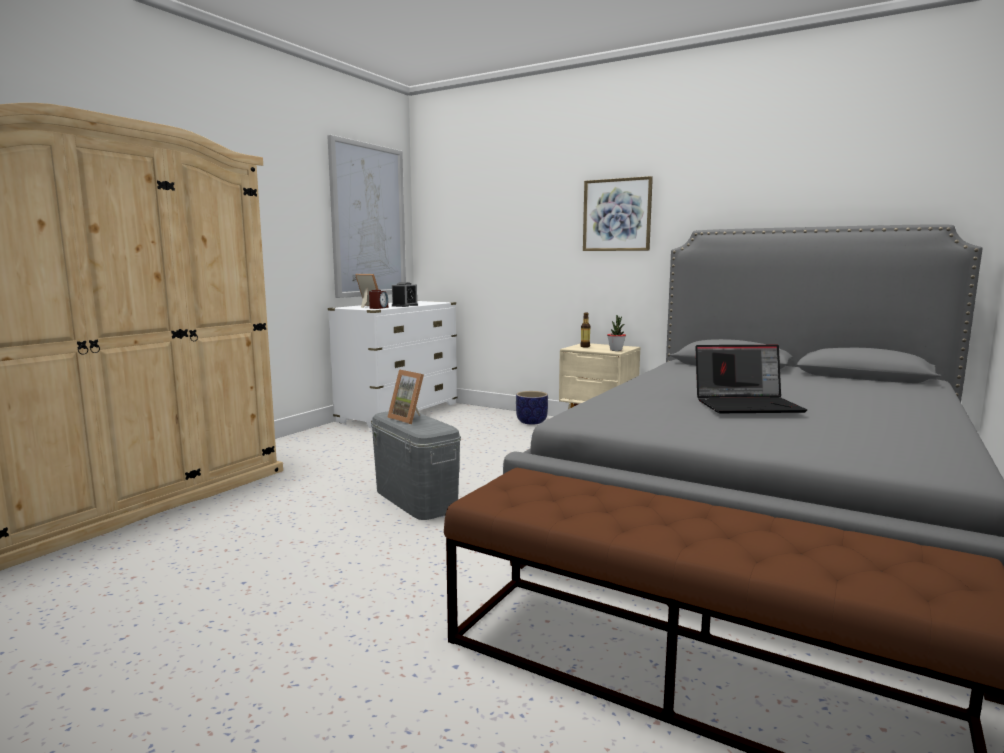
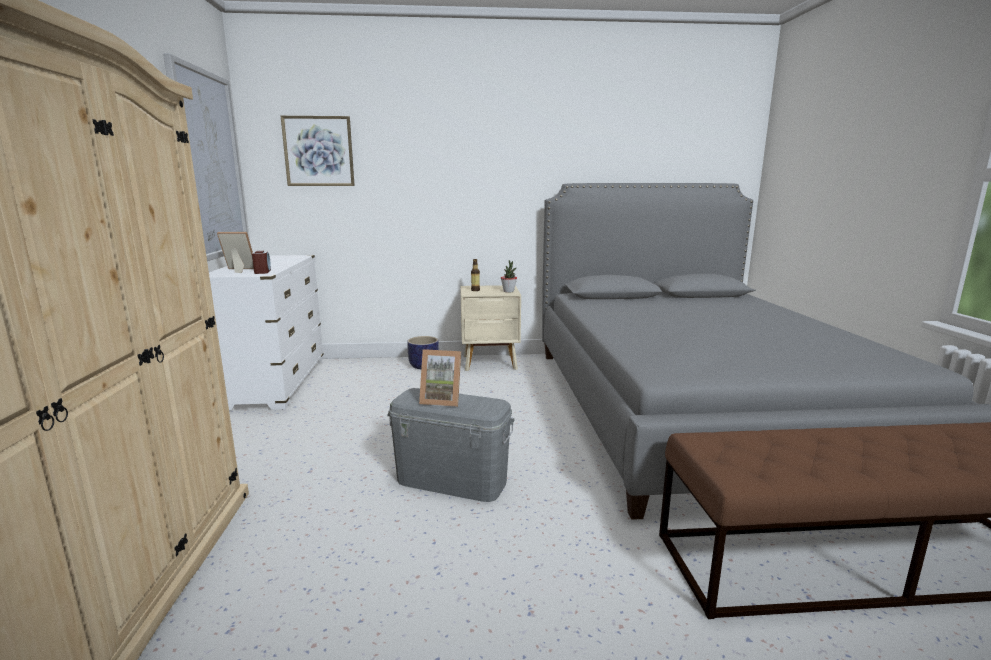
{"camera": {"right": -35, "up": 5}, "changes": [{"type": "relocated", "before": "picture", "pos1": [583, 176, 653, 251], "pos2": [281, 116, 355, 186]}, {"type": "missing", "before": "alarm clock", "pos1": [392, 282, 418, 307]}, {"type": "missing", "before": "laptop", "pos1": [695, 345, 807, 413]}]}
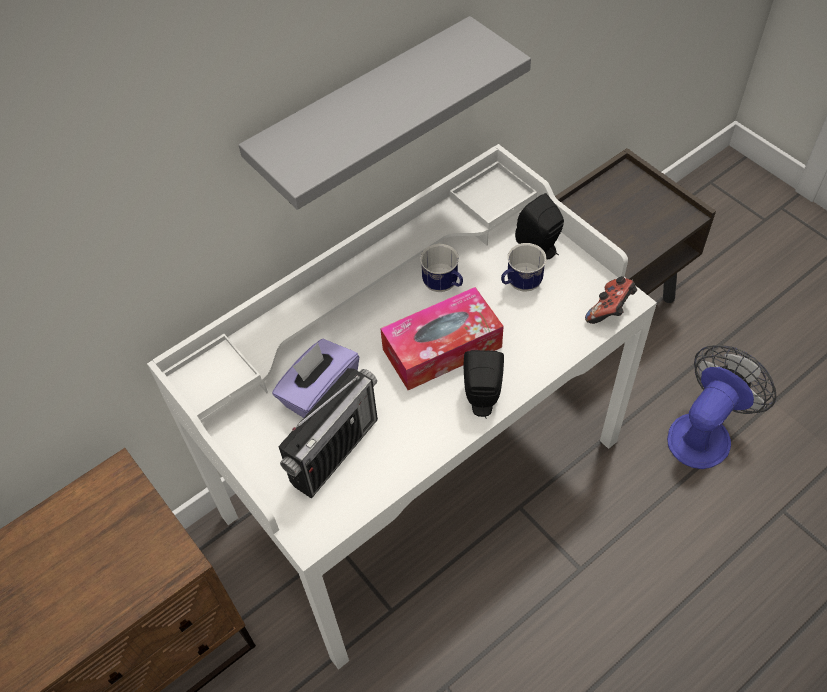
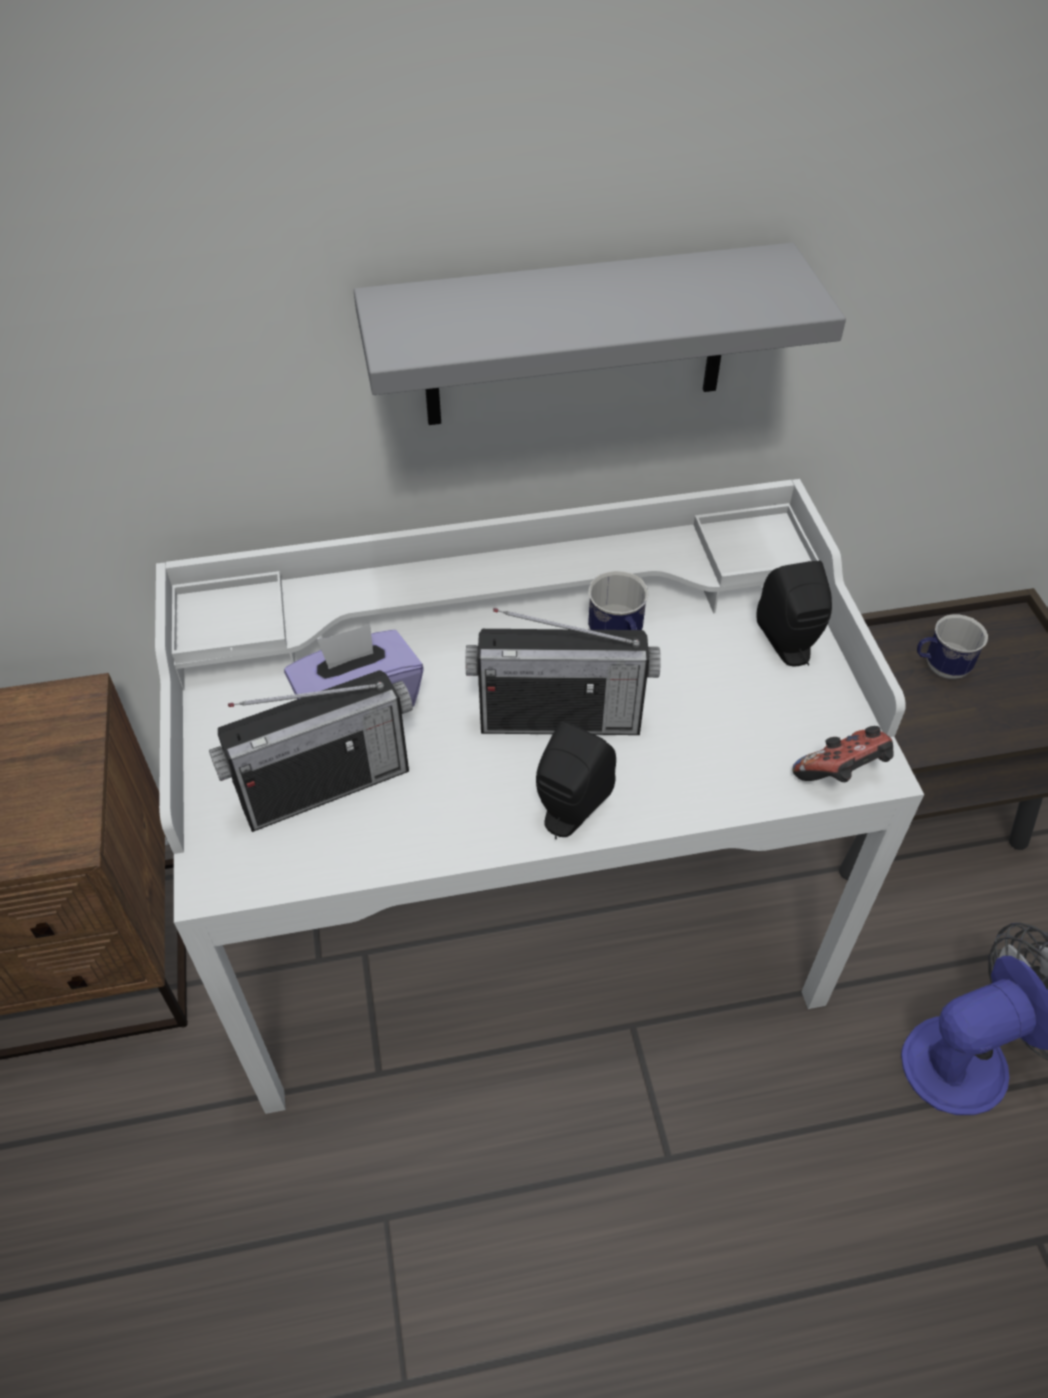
{"camera": {"right": 25, "up": -5}, "changes": [{"type": "exchanged", "before": "tissue box", "after": "radio", "pos1": [380, 287, 504, 390], "pos2": [465, 608, 661, 735]}, {"type": "relocated", "before": "mug", "pos1": [501, 243, 546, 292], "pos2": [917, 614, 988, 679]}]}
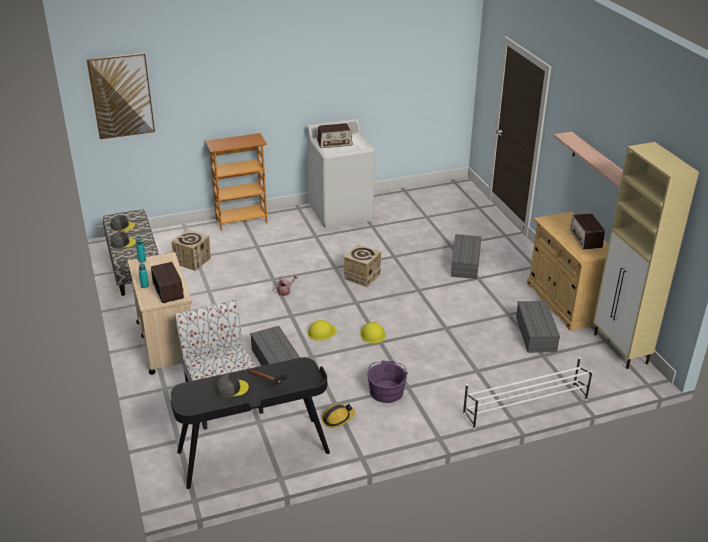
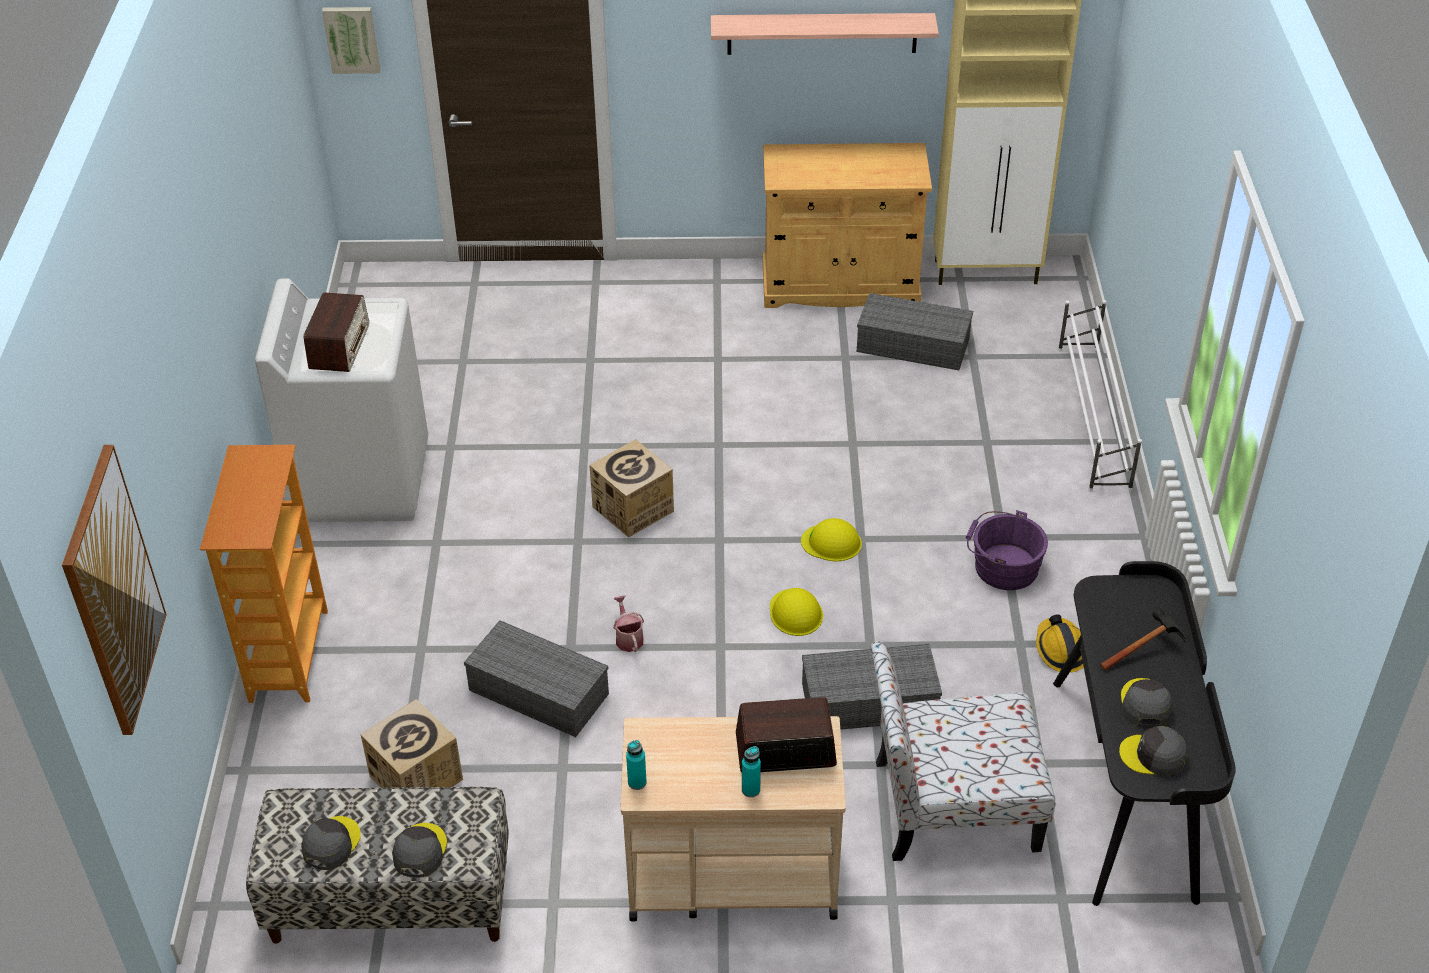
{"camera": {"right": -70, "up": 10}, "changes": [{"type": "appeared", "after": "picture", "pos2": [322, 7, 380, 74]}, {"type": "relocated", "before": "grey storage box", "pos1": [451, 234, 481, 279], "pos2": [464, 620, 609, 737]}, {"type": "appeared", "after": "grey cap", "pos2": [1119, 726, 1187, 776]}, {"type": "missing", "before": "radio", "pos1": [570, 214, 605, 249]}]}
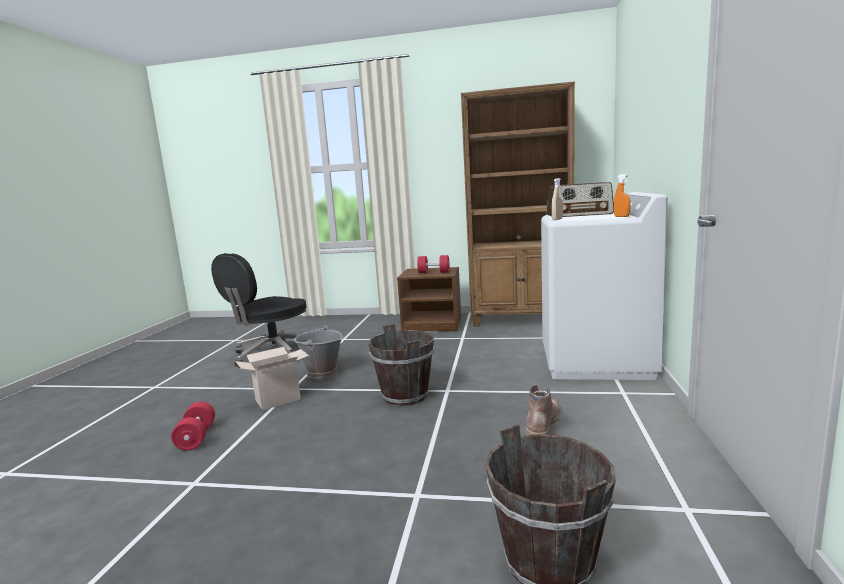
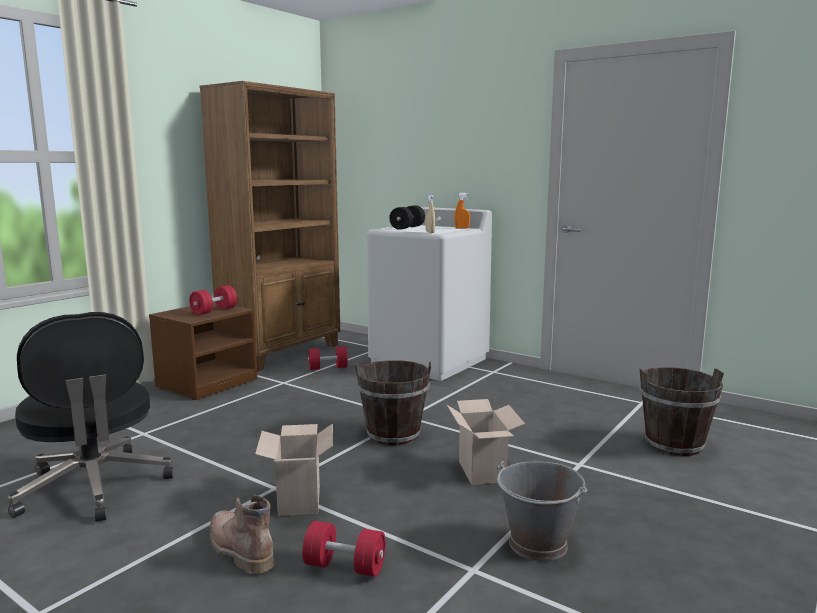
{"camera": {"right": -65, "up": 0}, "changes": [{"type": "relocated", "before": "brown boot", "pos1": [526, 384, 560, 435], "pos2": [209, 495, 274, 574]}, {"type": "appeared", "after": "red dumbbell", "pos2": [308, 347, 348, 370]}, {"type": "exchanged", "before": "radio", "after": "black dumbbell", "pos1": [547, 182, 614, 217], "pos2": [389, 205, 425, 230]}, {"type": "appeared", "after": "cardboard box", "pos2": [447, 399, 525, 485]}, {"type": "relocated", "before": "grey bucket", "pos1": [294, 325, 343, 379], "pos2": [497, 461, 587, 562]}]}
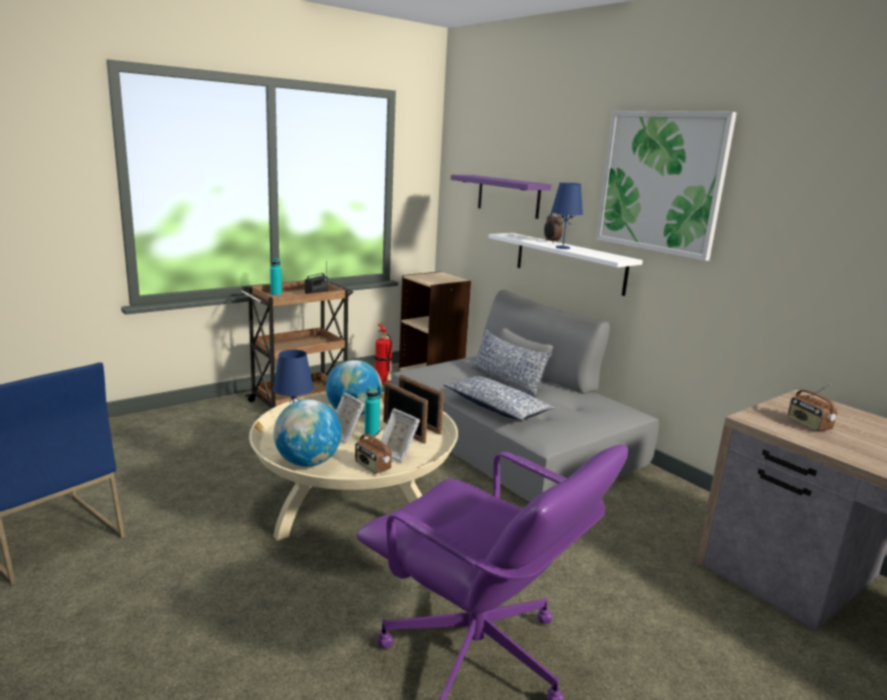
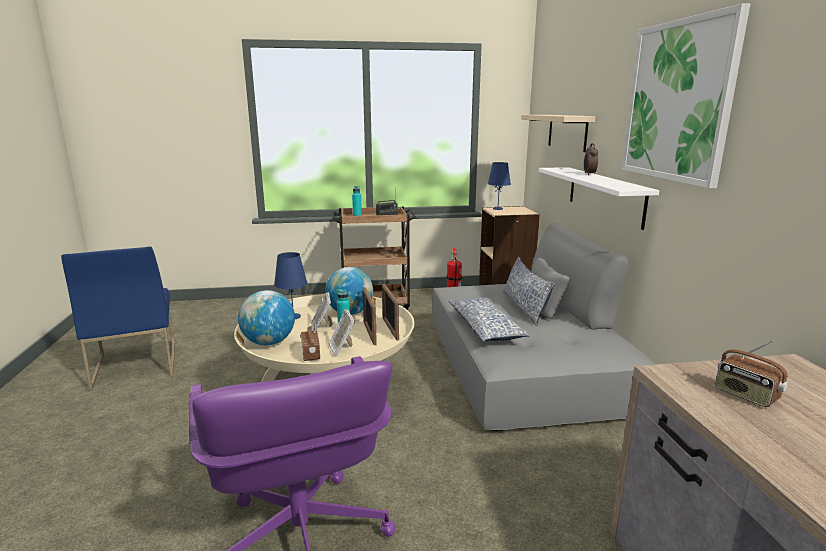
{"camera": {"right": 30, "up": 0}, "changes": [{"type": "relocated", "before": "blue table lamp", "pos1": [551, 183, 583, 249], "pos2": [488, 162, 511, 210]}, {"type": "colour", "before": "purple shelf", "after": "beige shelf", "pos1": [451, 175, 551, 219], "pos2": [521, 115, 595, 152]}, {"type": "spun", "before": "radio", "pos1": [788, 384, 837, 431], "pos2": [716, 341, 788, 407], "turn": -45}]}
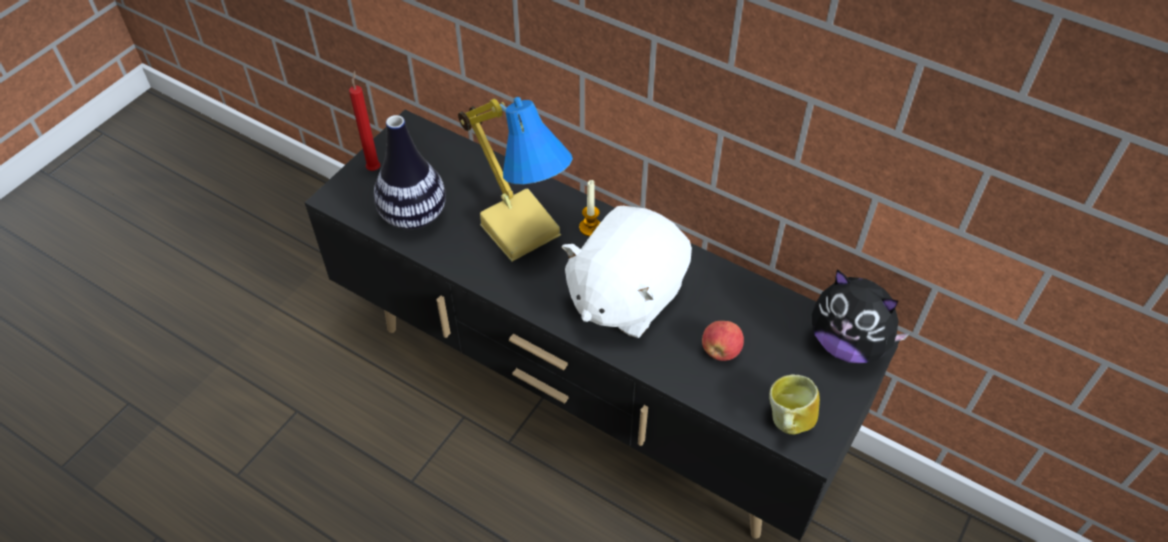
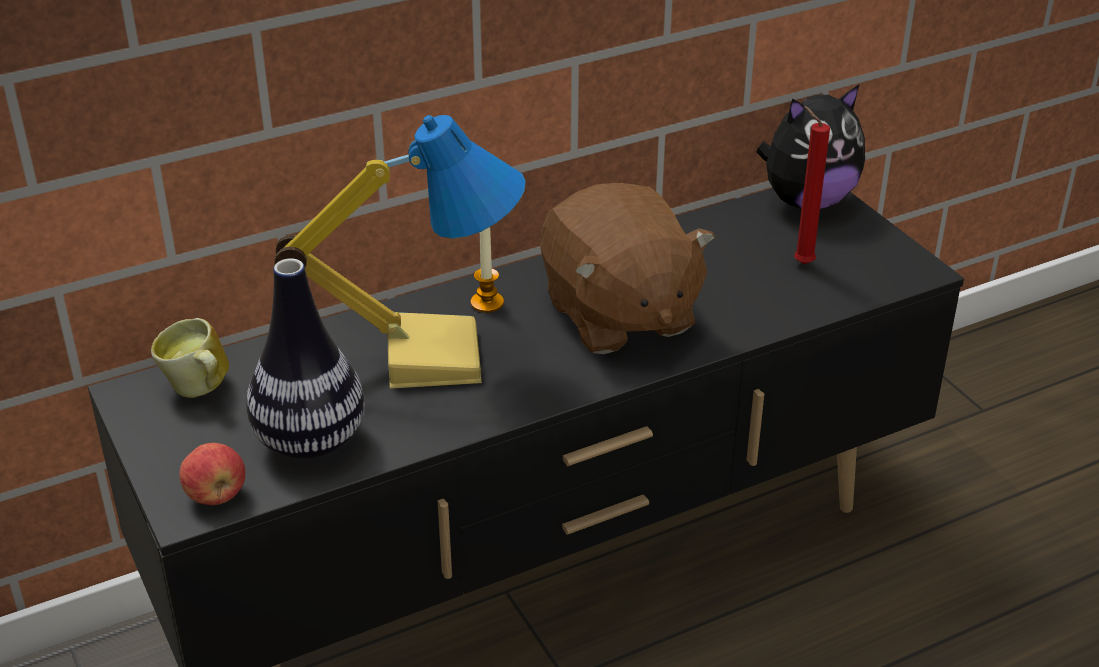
{"camera": {"right": -60, "up": -15}, "changes": [{"type": "relocated", "before": "mug", "pos1": [769, 374, 820, 434], "pos2": [151, 318, 229, 398]}, {"type": "relocated", "before": "apple", "pos1": [702, 321, 744, 361], "pos2": [179, 443, 245, 505]}, {"type": "colour", "before": "white plush toy", "after": "brown plush toy", "pos1": [562, 206, 692, 338], "pos2": [540, 183, 715, 354]}, {"type": "relocated", "before": "red candle", "pos1": [349, 71, 380, 171], "pos2": [794, 106, 830, 264]}]}
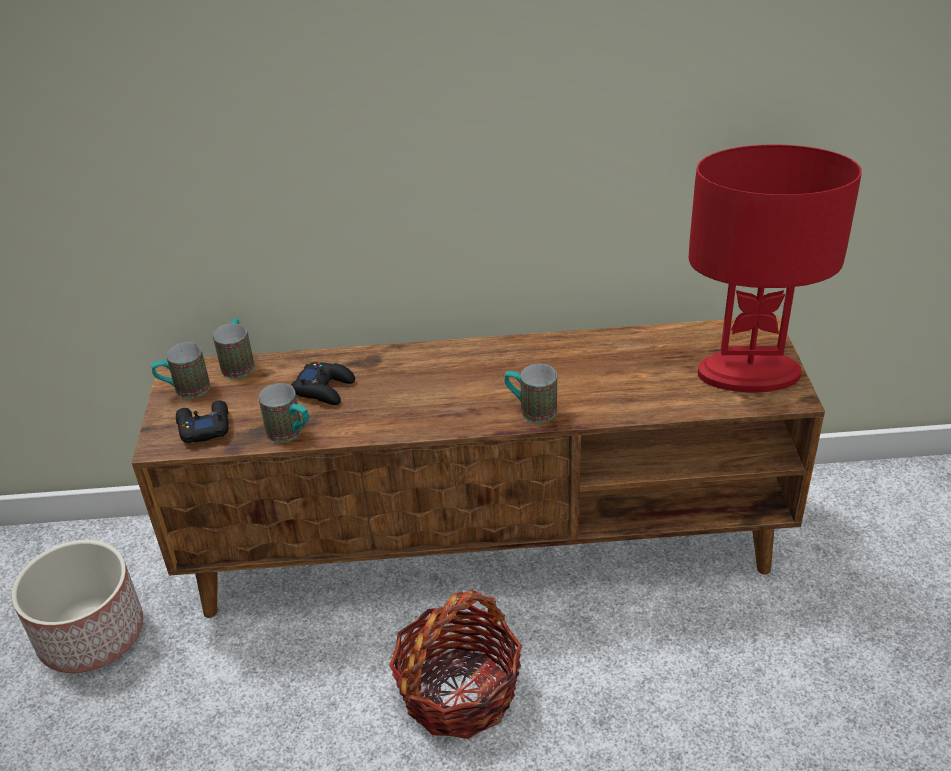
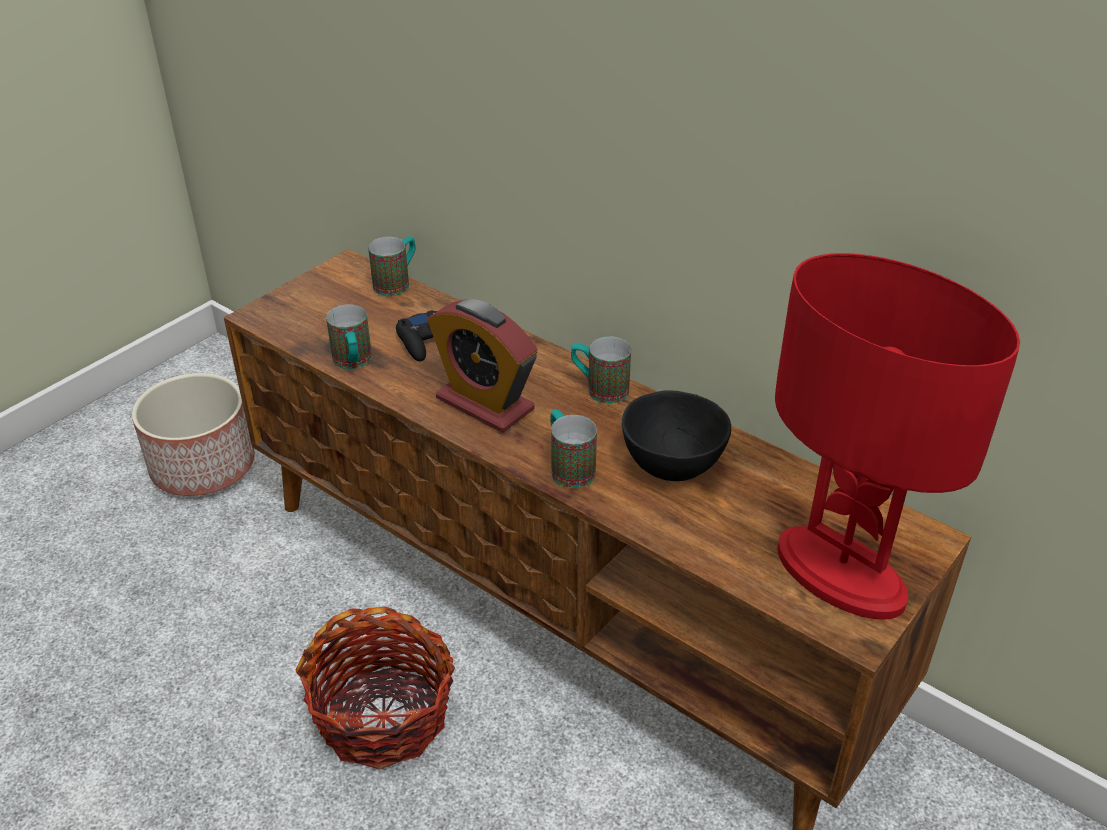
{"camera": {"right": 40, "up": 0}, "changes": [{"type": "appeared", "after": "alarm clock", "pos2": [428, 299, 538, 433]}, {"type": "relocated", "before": "mug", "pos1": [151, 342, 210, 398], "pos2": [571, 336, 631, 404]}, {"type": "appeared", "after": "black bowl", "pos2": [622, 390, 731, 481]}, {"type": "missing", "before": "black game controller", "pos1": [176, 401, 229, 444]}]}
